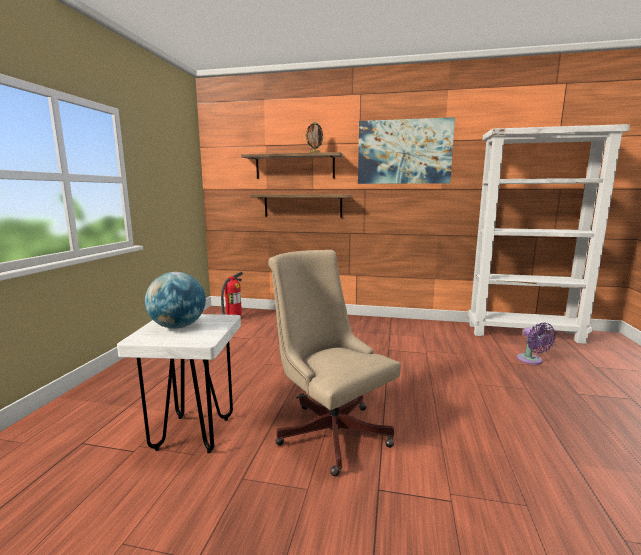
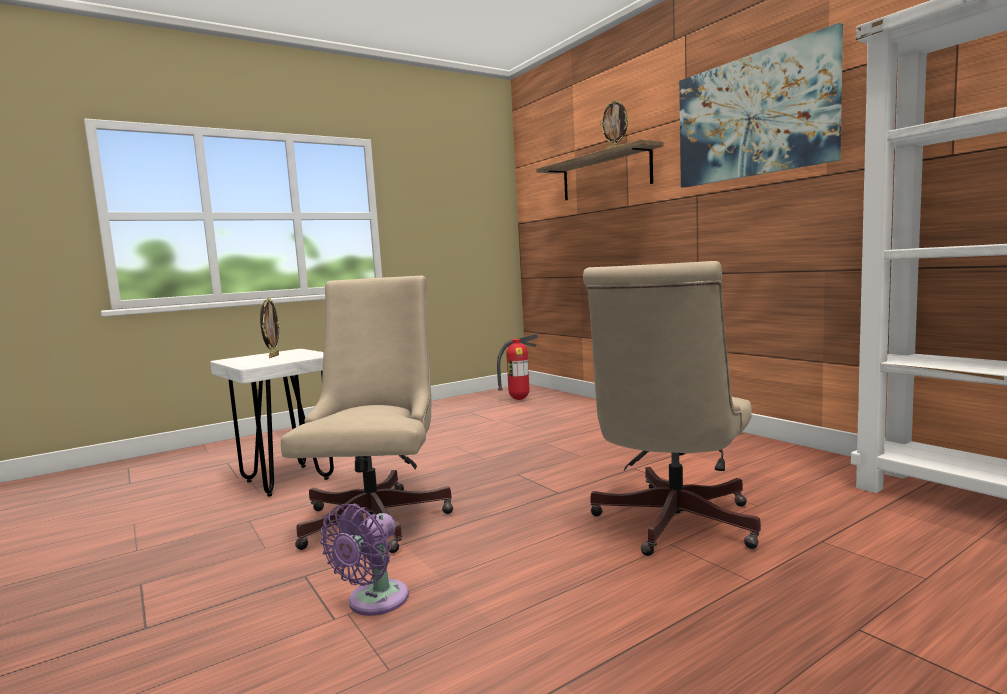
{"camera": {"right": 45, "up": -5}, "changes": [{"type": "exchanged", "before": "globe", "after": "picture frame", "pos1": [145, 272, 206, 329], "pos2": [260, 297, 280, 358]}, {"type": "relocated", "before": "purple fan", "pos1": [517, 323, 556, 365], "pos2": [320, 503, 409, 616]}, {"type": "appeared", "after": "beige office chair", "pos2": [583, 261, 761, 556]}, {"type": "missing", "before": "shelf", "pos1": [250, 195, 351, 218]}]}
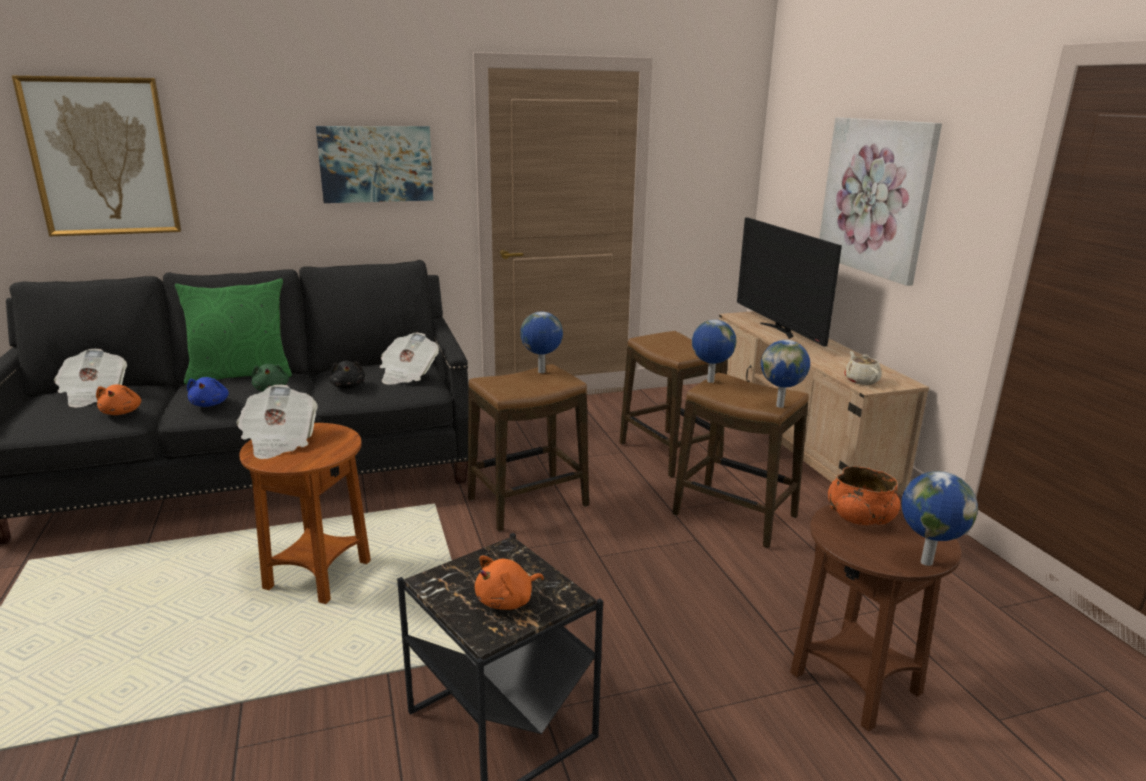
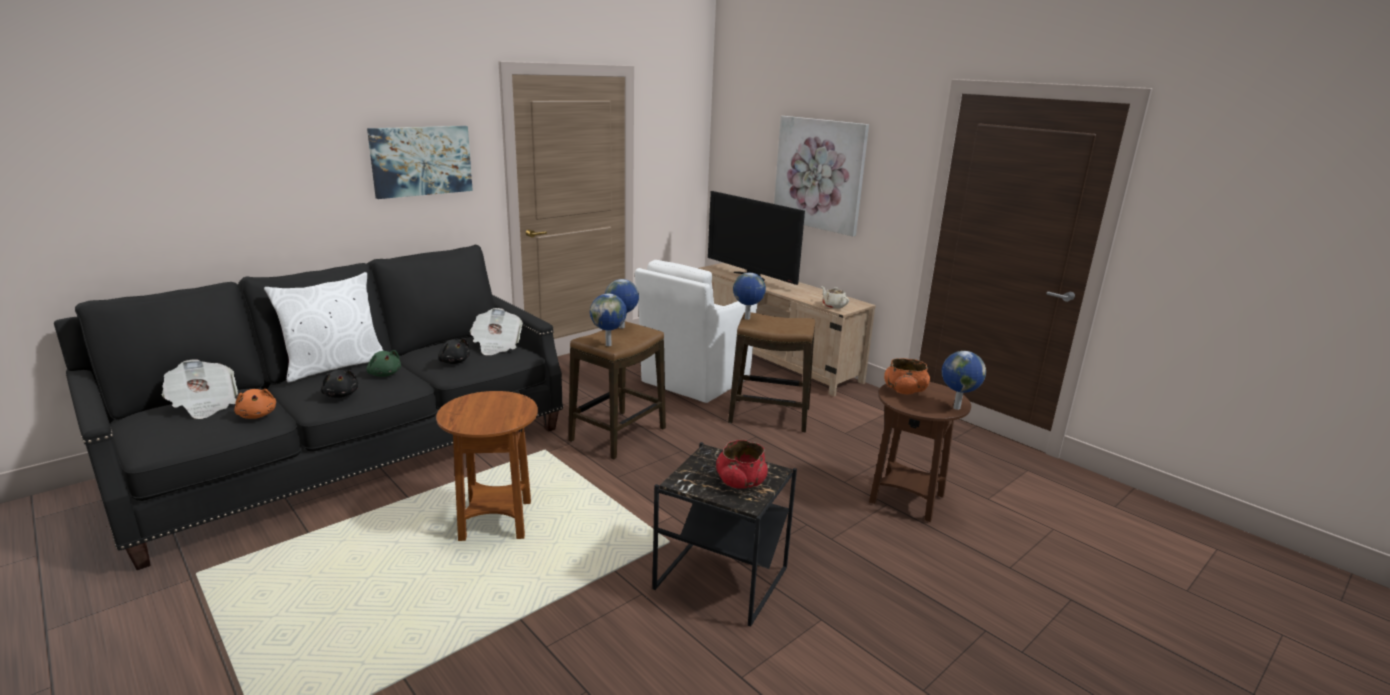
{"camera": {"right": -25, "up": 0}, "changes": [{"type": "colour", "before": "green pillow", "after": "white pillow", "pos1": [175, 278, 292, 385], "pos2": [264, 272, 383, 382]}, {"type": "colour", "before": "blue plush toy", "after": "black plush toy", "pos1": [187, 377, 229, 407], "pos2": [321, 370, 358, 398]}, {"type": "relocated", "before": "globe", "pos1": [761, 340, 810, 408], "pos2": [590, 294, 627, 346]}, {"type": "exchanged", "before": "stool", "after": "white armchair", "pos1": [619, 331, 728, 478], "pos2": [635, 260, 757, 403]}, {"type": "exchanged", "before": "orange plush toy", "after": "red bowl", "pos1": [475, 556, 544, 610], "pos2": [716, 440, 768, 488]}, {"type": "missing", "before": "picture", "pos1": [12, 76, 181, 236]}, {"type": "missing", "before": "newspaper", "pos1": [237, 385, 318, 459]}]}
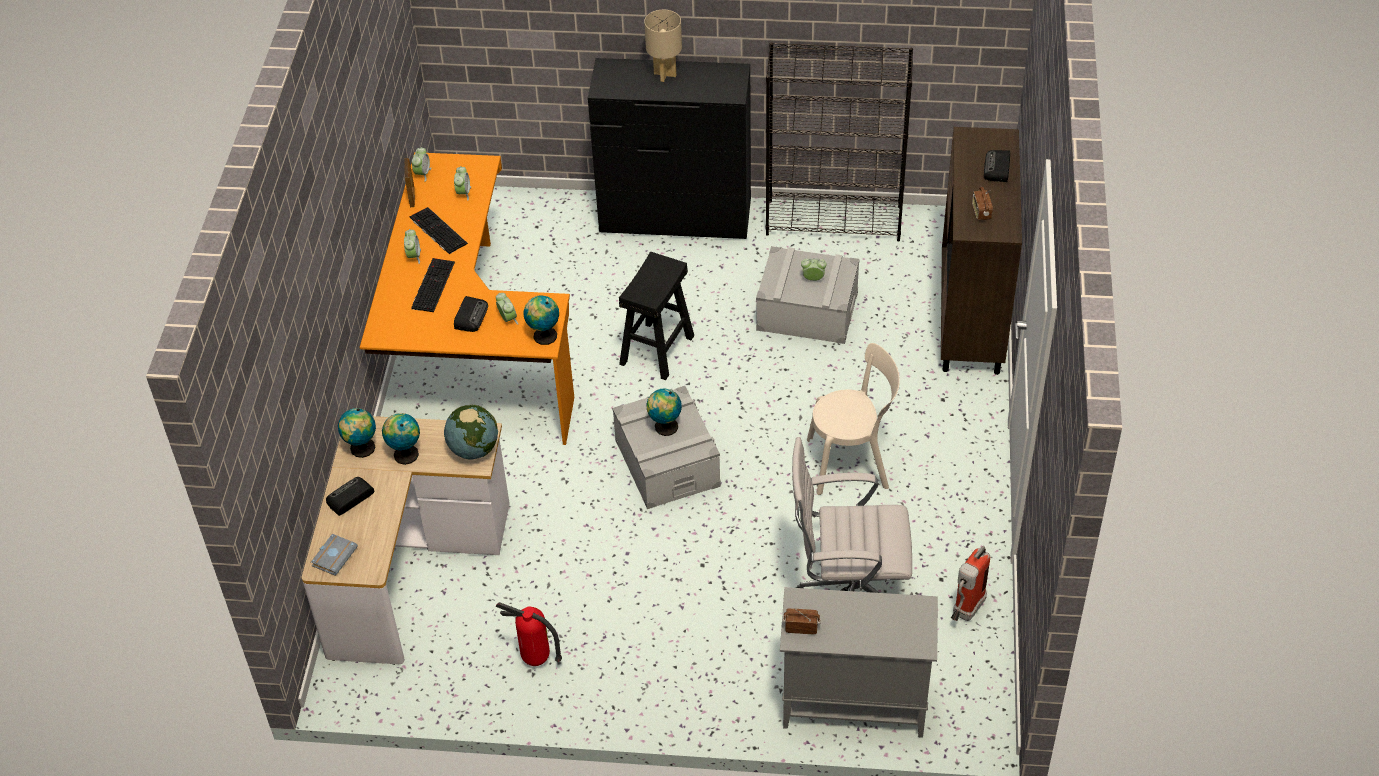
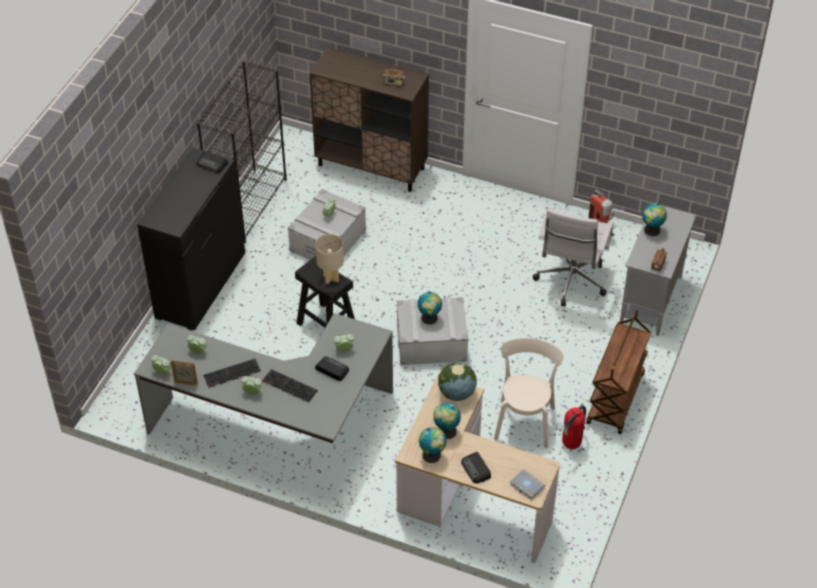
{"camera": {"right": -75, "up": 0}, "changes": [{"type": "colour", "before": "orange desk", "after": "grey desk", "pos1": [360, 152, 574, 445], "pos2": [134, 313, 393, 443]}, {"type": "relocated", "before": "radio", "pos1": [984, 150, 1010, 182], "pos2": [197, 151, 228, 173]}, {"type": "relocated", "before": "beige table lamp", "pos1": [644, 10, 682, 82], "pos2": [315, 234, 344, 284]}, {"type": "relocated", "before": "beige chair", "pos1": [807, 343, 900, 495], "pos2": [494, 338, 564, 448]}, {"type": "appeared", "after": "brown cart", "pos2": [586, 310, 651, 434]}, {"type": "relocated", "before": "globe", "pos1": [524, 295, 559, 345], "pos2": [642, 203, 667, 236]}]}
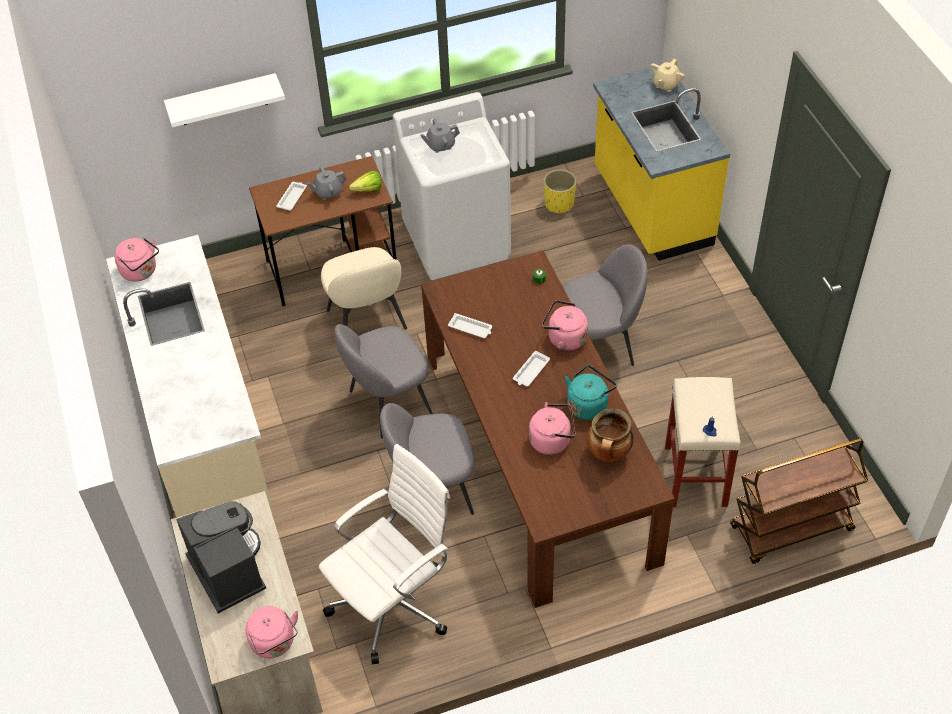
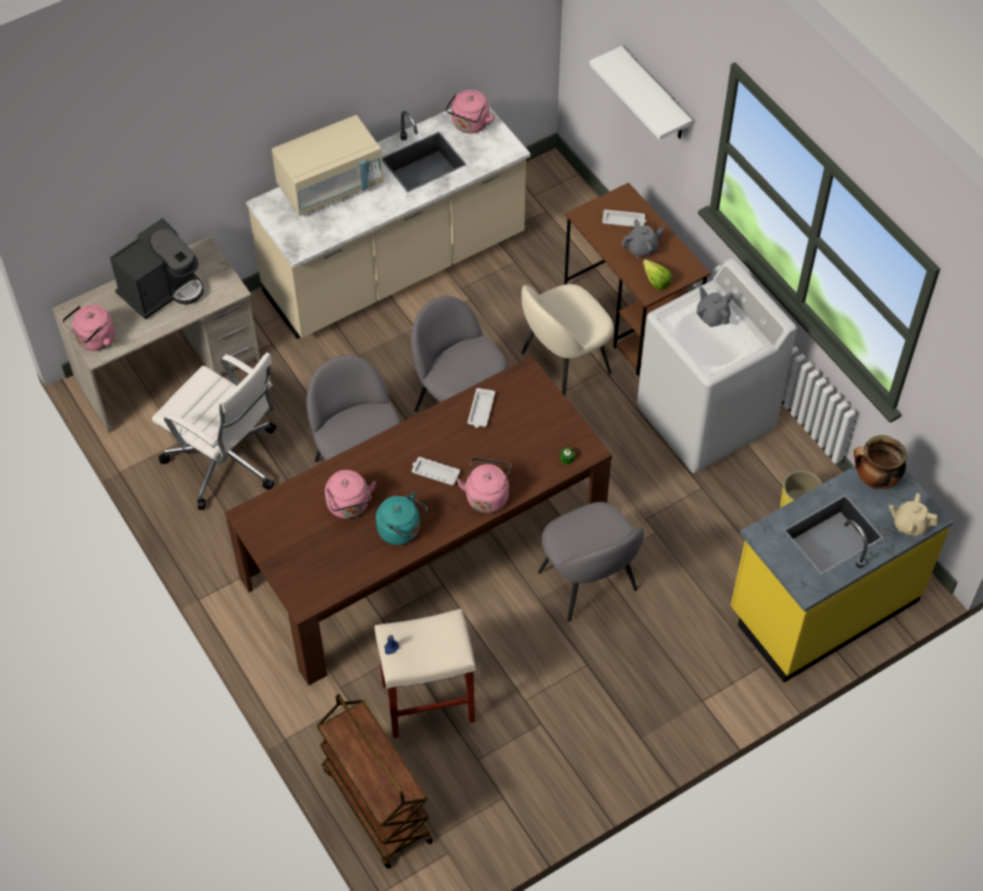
{"camera": {"right": 75, "up": 5}, "changes": [{"type": "appeared", "after": "beige microwave", "pos2": [272, 115, 384, 216]}, {"type": "spun", "before": "grey teapot", "pos1": [307, 166, 347, 200], "pos2": [622, 219, 664, 258], "turn": 105}, {"type": "relocated", "before": "cooking pot", "pos1": [587, 408, 633, 462], "pos2": [854, 435, 907, 489]}]}
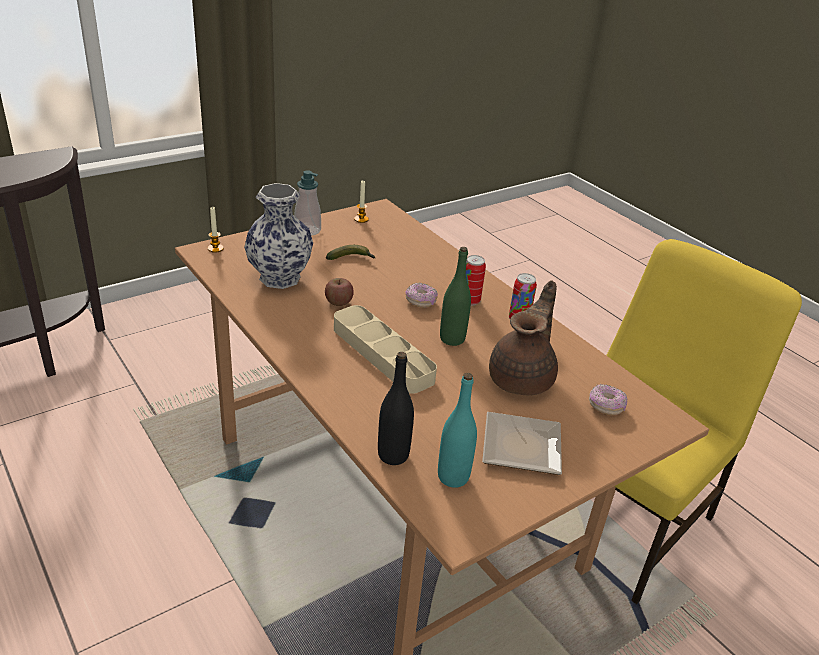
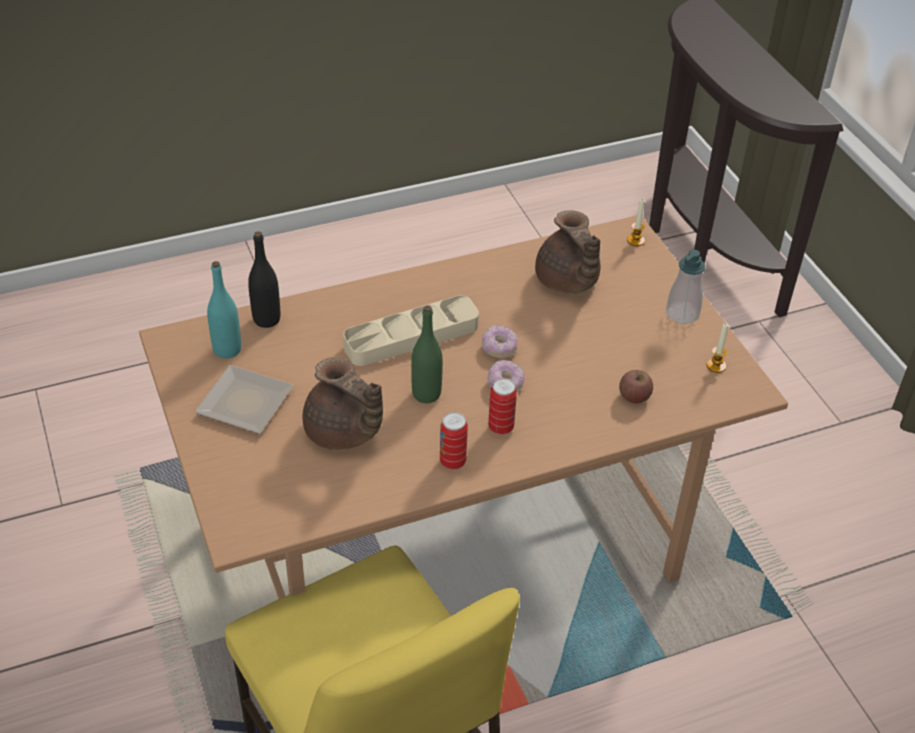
{"camera": {"right": 105, "up": 10}, "changes": [{"type": "relocated", "before": "donut", "pos1": [589, 384, 627, 415], "pos2": [482, 325, 518, 358]}, {"type": "exchanged", "before": "vase", "after": "brown teapot", "pos1": [244, 183, 313, 289], "pos2": [535, 210, 601, 294]}, {"type": "relocated", "before": "apple", "pos1": [325, 278, 354, 306], "pos2": [619, 370, 653, 403]}, {"type": "missing", "before": "banana", "pos1": [326, 245, 375, 260]}]}
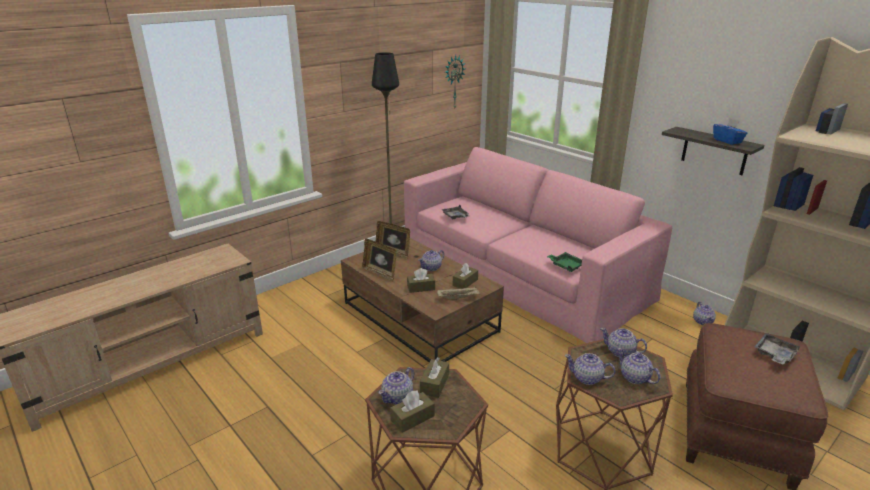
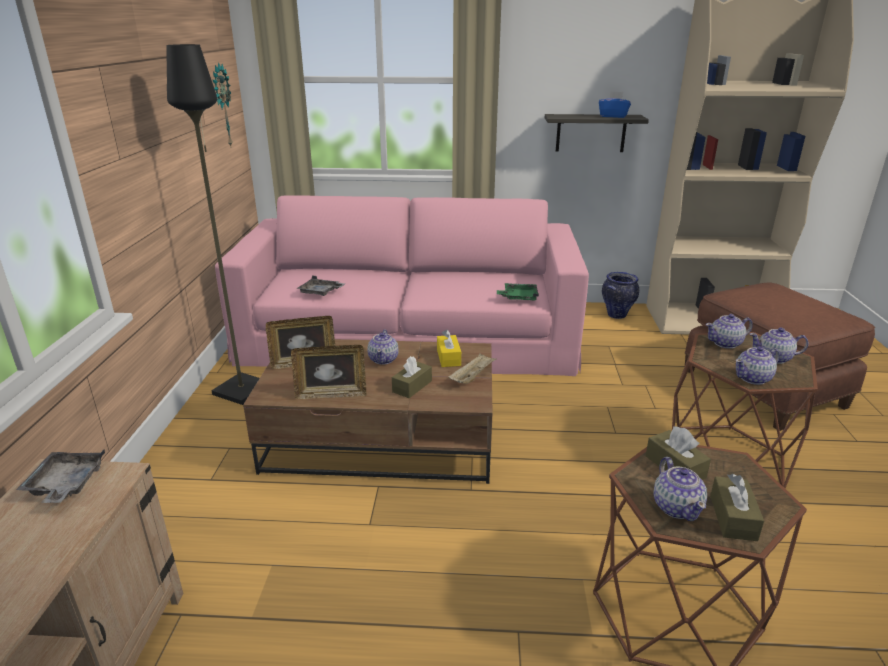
{"camera": {"right": -45, "up": 0}, "changes": [{"type": "relocated", "before": "grey tray", "pos1": [754, 333, 801, 365], "pos2": [16, 449, 105, 503]}, {"type": "colour", "before": "brown tissue box", "after": "yellow tissue box", "pos1": [453, 263, 478, 289], "pos2": [437, 330, 461, 367]}, {"type": "exchanged", "before": "teapot", "after": "vase", "pos1": [693, 302, 716, 325], "pos2": [602, 272, 639, 319]}]}
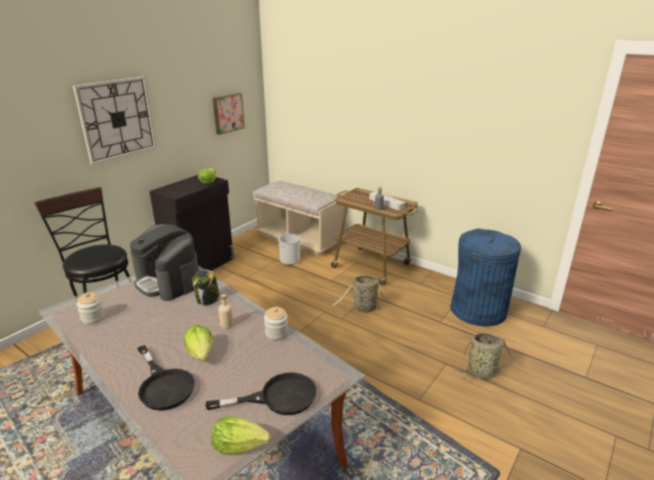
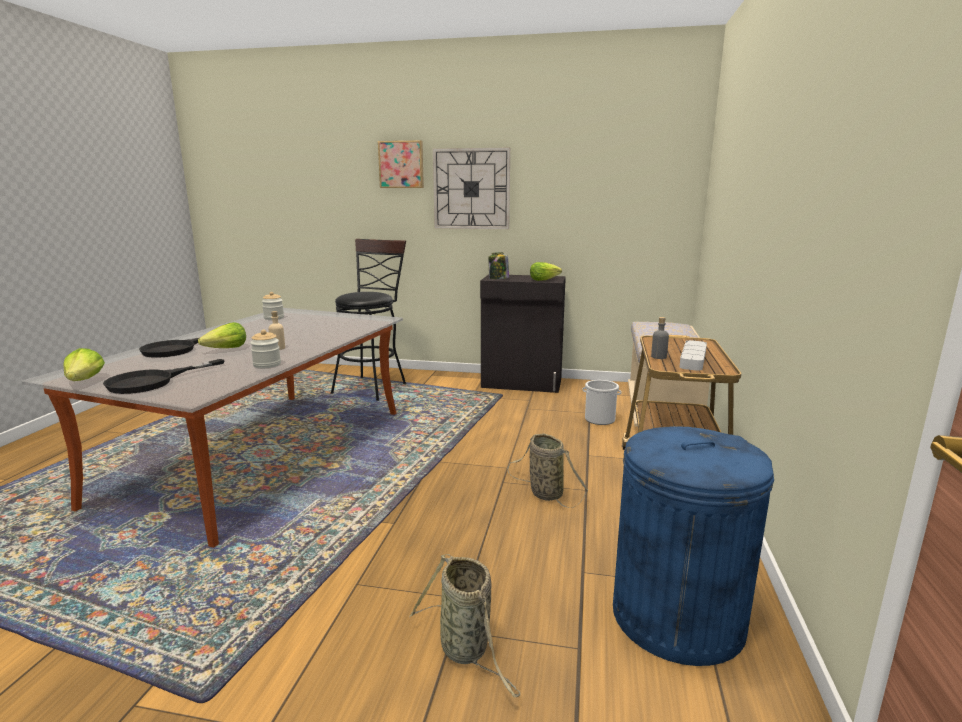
{"camera": {"right": 65, "up": -10}, "changes": [{"type": "spun", "before": "black frying pan", "pos1": [206, 372, 316, 415], "pos2": [103, 359, 225, 394], "turn": 75}, {"type": "relocated", "before": "picture", "pos1": [213, 93, 245, 135], "pos2": [378, 140, 424, 188]}, {"type": "relocated", "before": "jar", "pos1": [192, 269, 220, 306], "pos2": [488, 252, 509, 279]}, {"type": "missing", "before": "coffee machine", "pos1": [130, 224, 199, 301]}]}
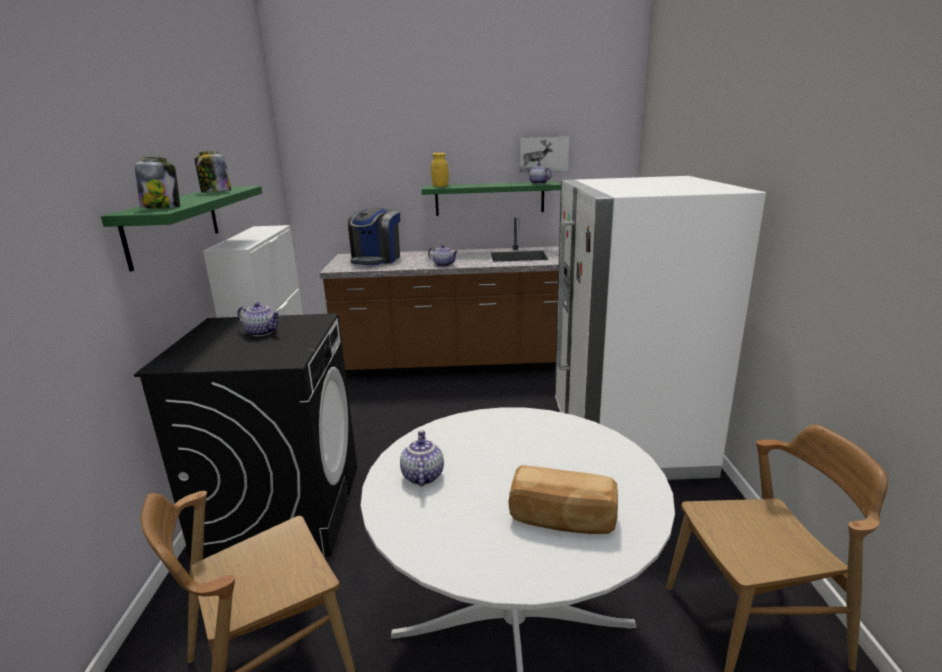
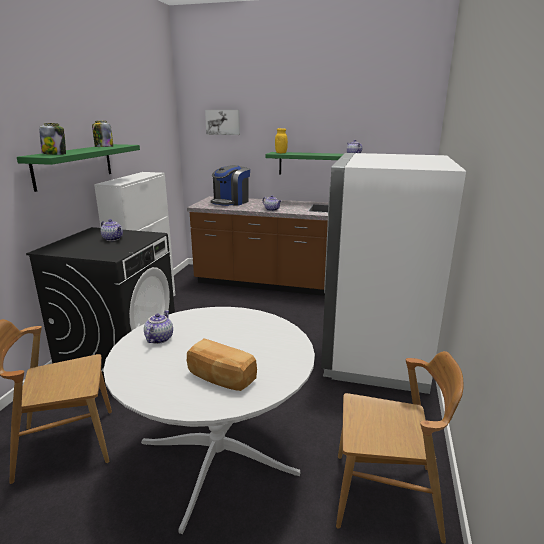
{"camera": {"right": 15, "up": 0}, "changes": [{"type": "relocated", "before": "picture", "pos1": [520, 137, 569, 173], "pos2": [205, 110, 240, 135]}]}
